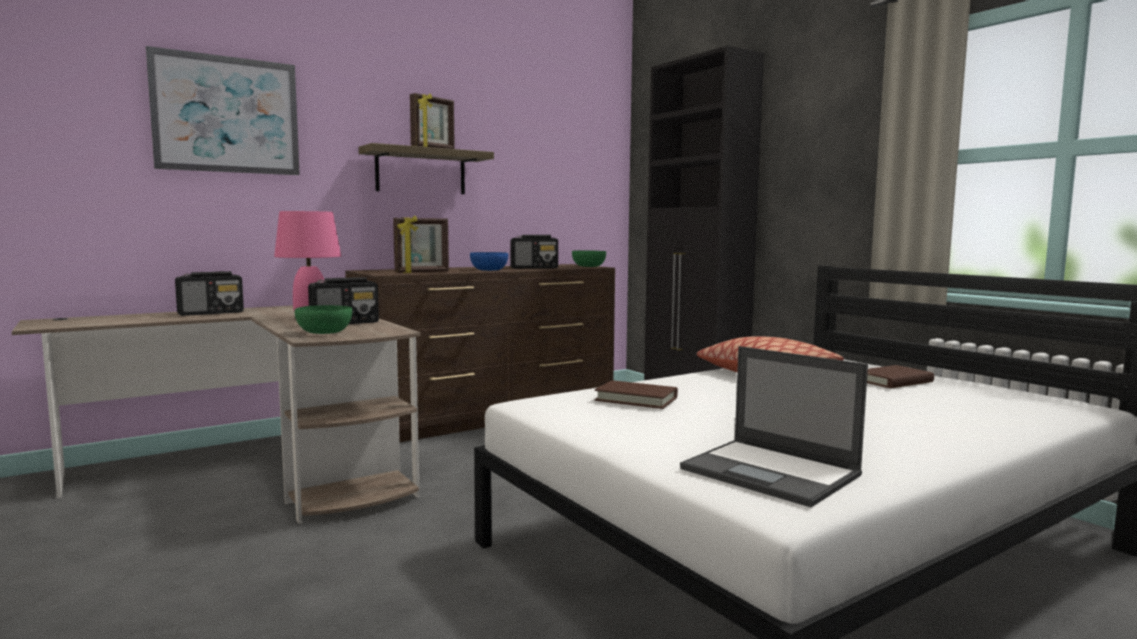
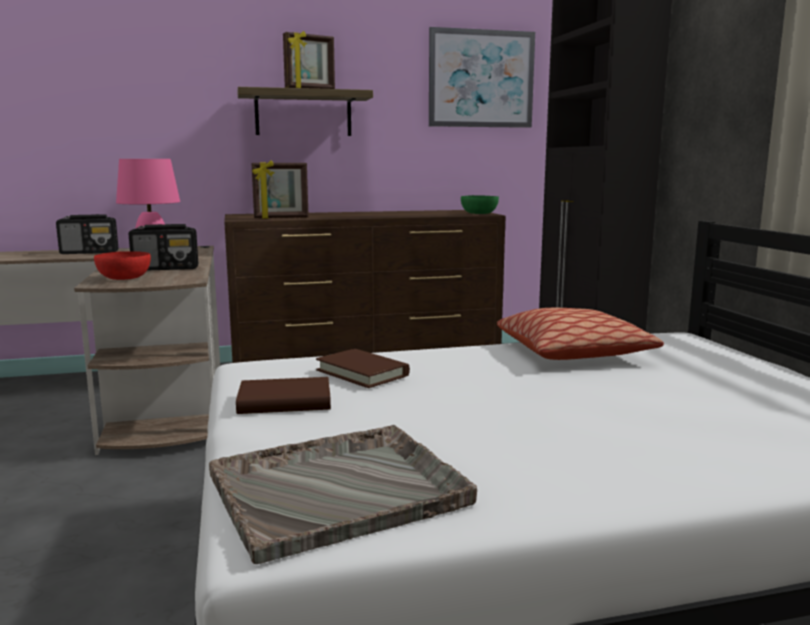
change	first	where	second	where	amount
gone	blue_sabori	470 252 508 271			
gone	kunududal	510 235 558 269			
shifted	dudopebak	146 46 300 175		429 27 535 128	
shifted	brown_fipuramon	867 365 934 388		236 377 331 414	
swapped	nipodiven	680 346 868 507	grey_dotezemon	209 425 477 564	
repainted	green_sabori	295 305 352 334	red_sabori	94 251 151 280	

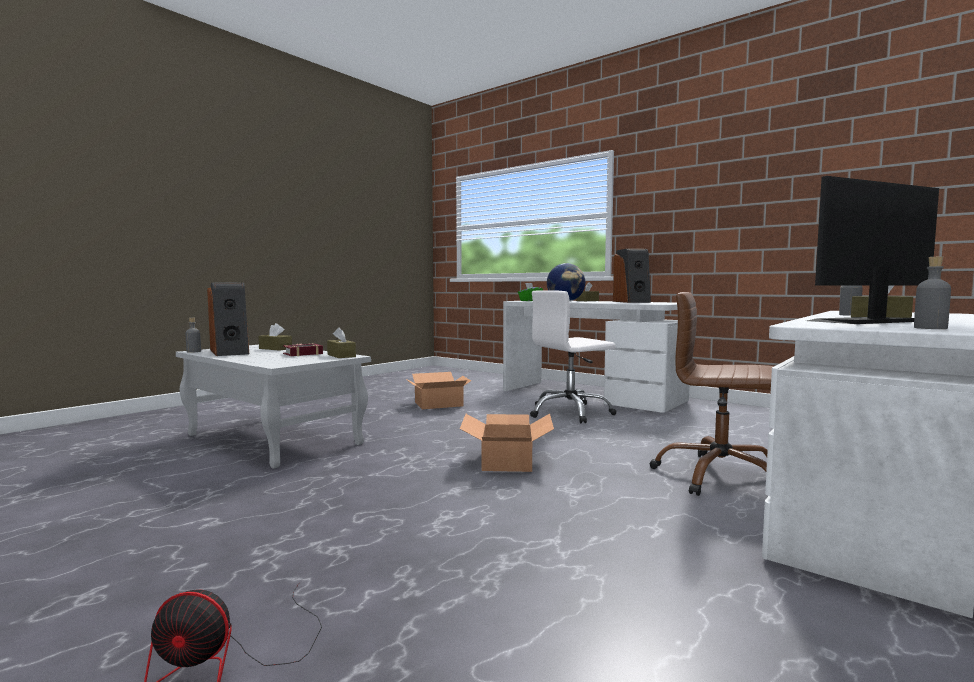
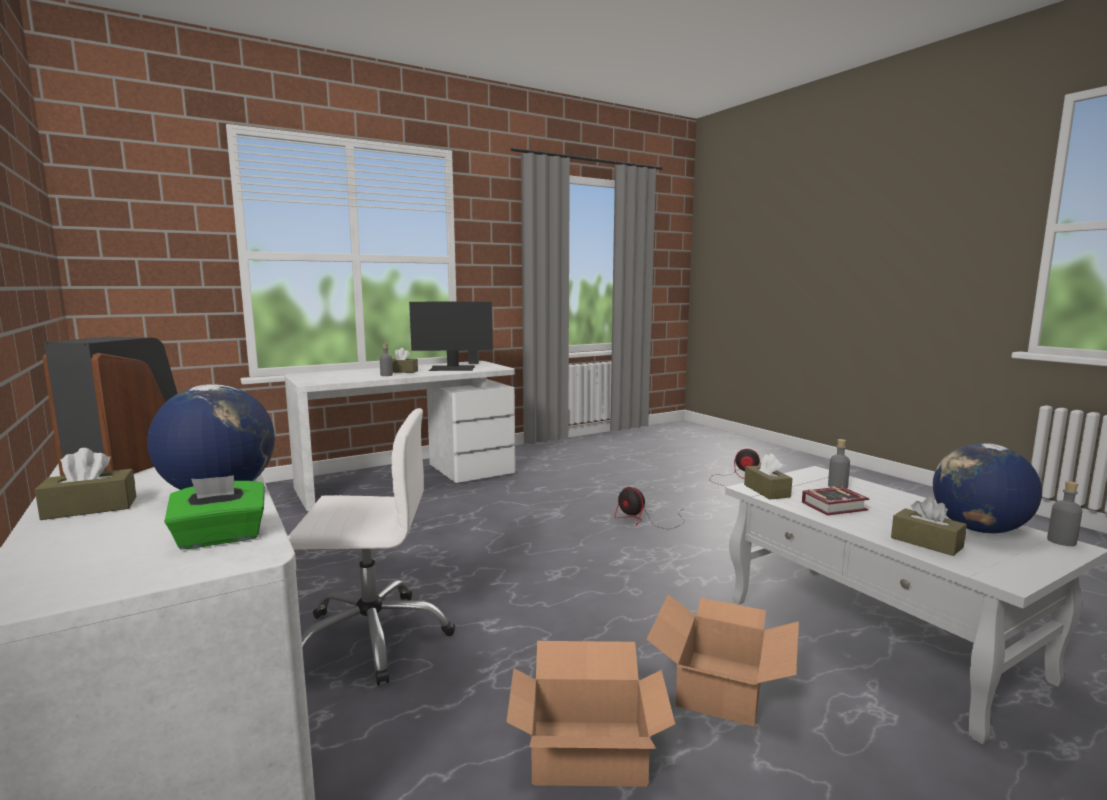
change	first	where	second	where	amount
gone	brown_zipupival	650 292 774 496			
new			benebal	614 487 685 529	
new			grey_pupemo	828 439 850 488	
shifted	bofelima	460 414 554 472		646 595 799 727	
swapped	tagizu	207 283 249 356	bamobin	933 443 1042 534	

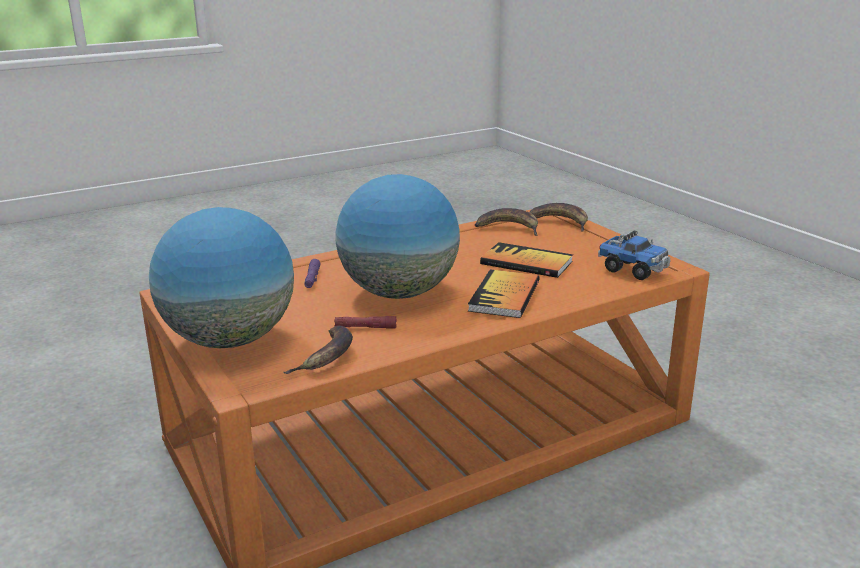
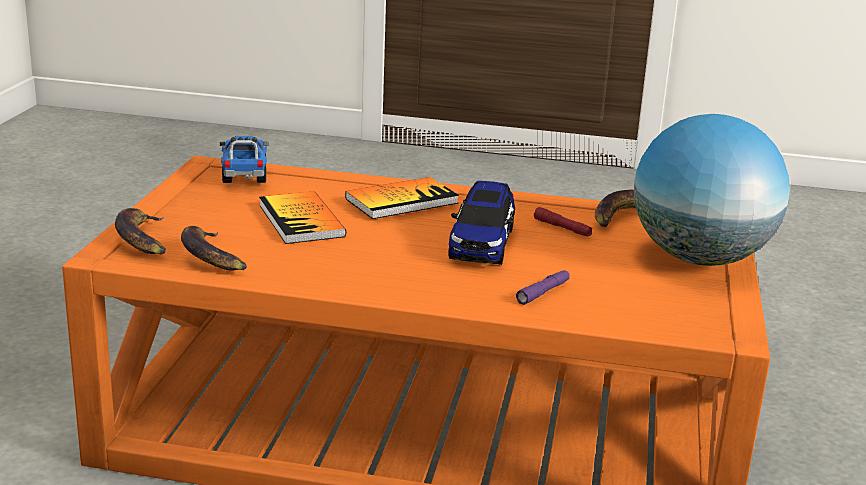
change	first	where	second	where	amount
swapped	bamobin	336 174 460 299	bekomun	448 181 515 265	

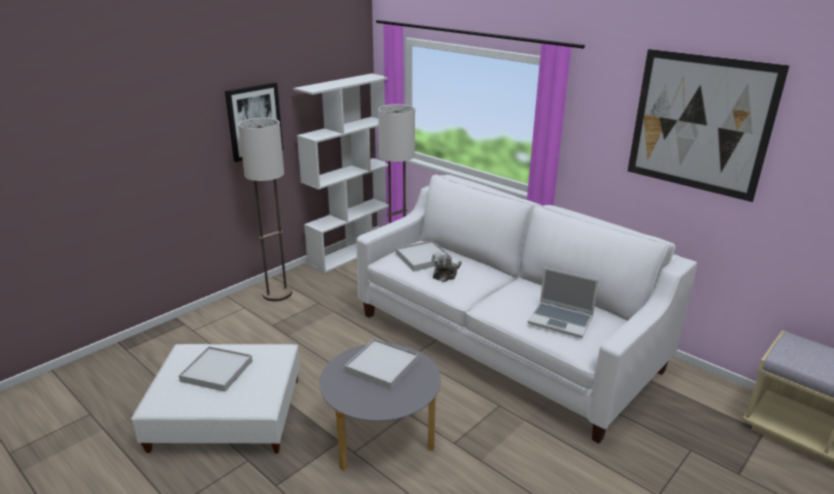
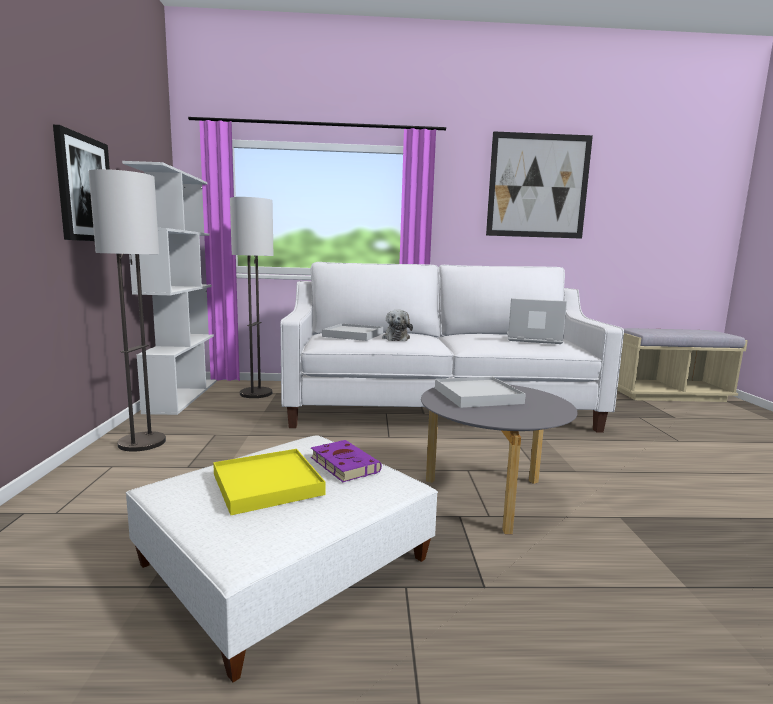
change	first	where	second	where	amount
new			purple_fipuramon	311 440 382 482	
repainted	white_dotezemon	179 346 252 392	yellow_dotezemon	213 449 325 515	
rotated	nipodiven	528 268 599 338		507 298 567 344	150 degrees counterclockwise

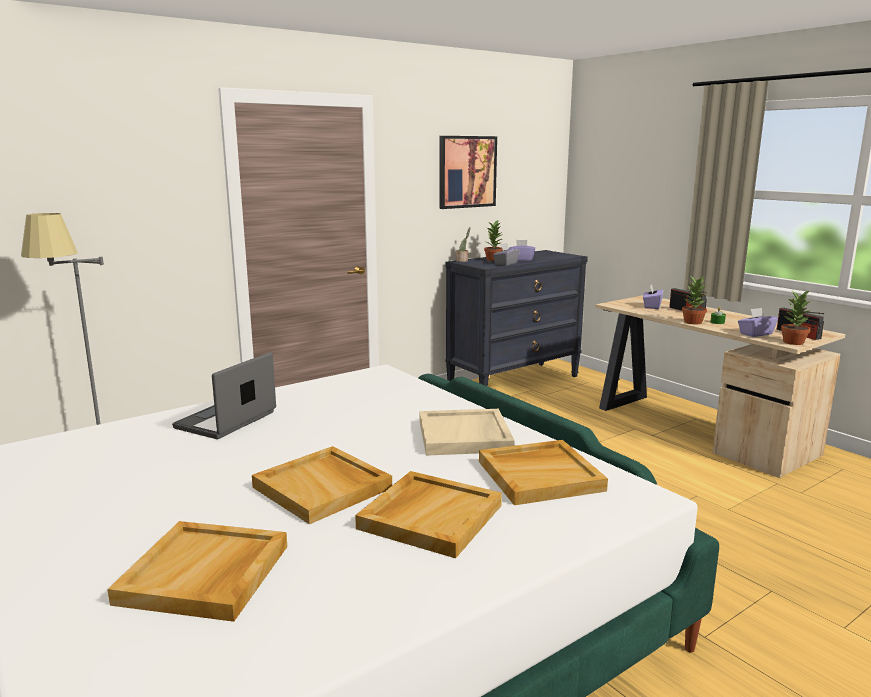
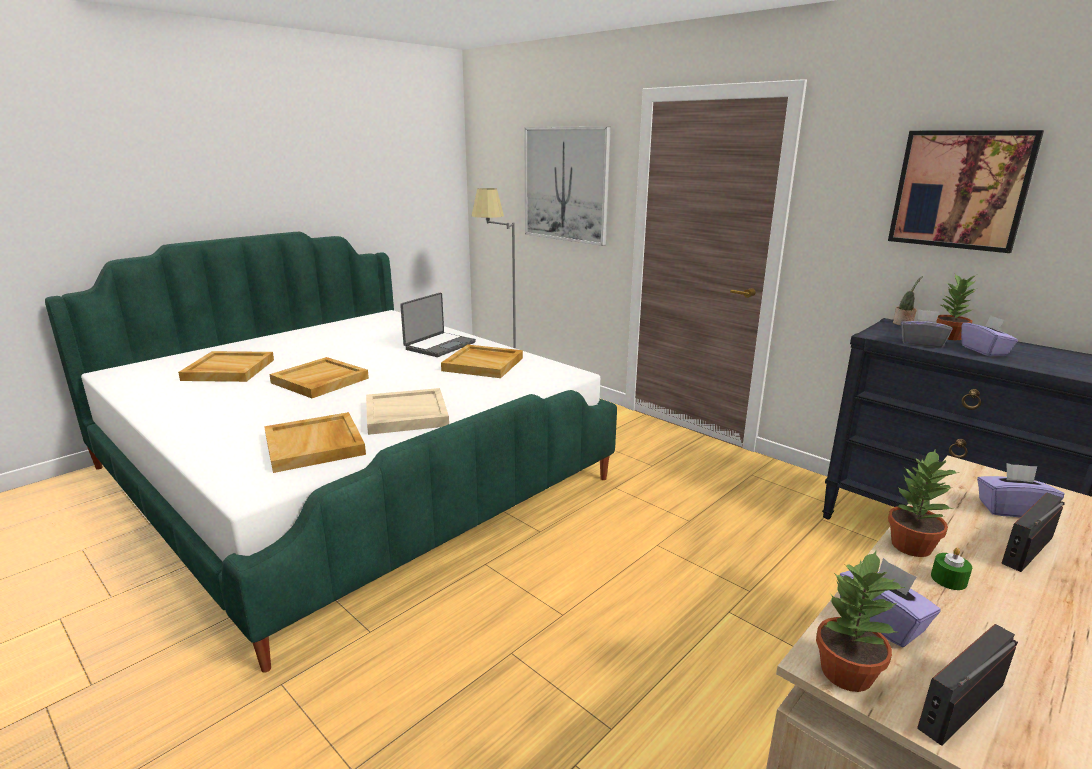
change	first	where	second	where	amount
new			dudopebak	524 127 611 246	
shifted	beige_dotezemon	355 471 502 558		441 344 523 378	
rotated	nipodiven	172 352 276 439		400 293 476 357	105 degrees clockwise

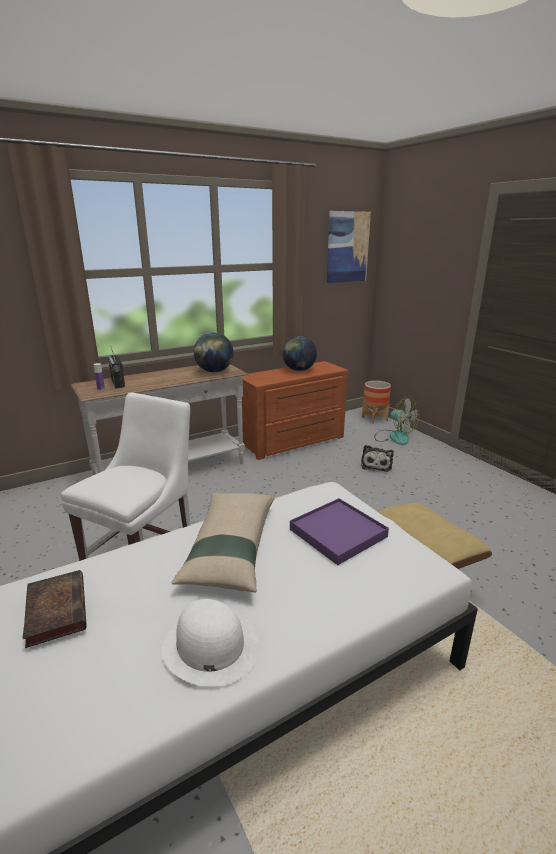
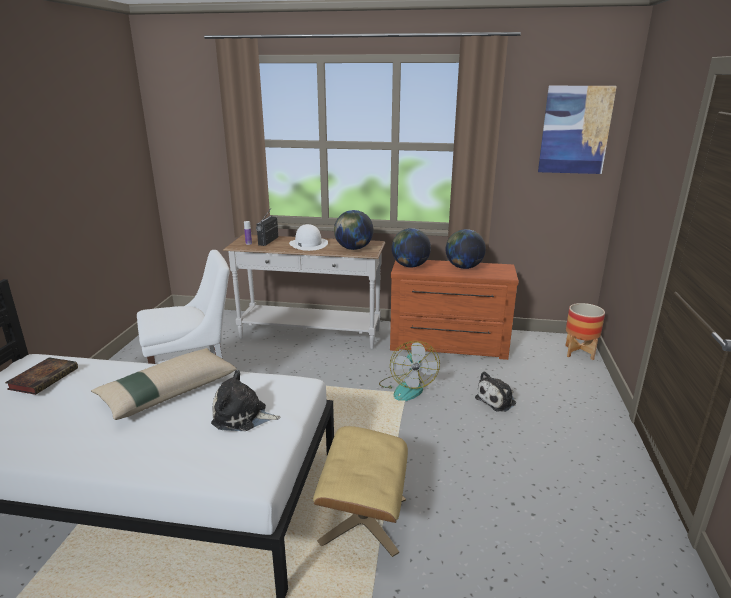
change	first	where	second	where	amount
new			bamobin	392 228 431 268	
shifted	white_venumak	162 599 259 687		289 224 328 251	
shifted	benebal	374 397 419 445		379 341 440 401	
swapped	purple_dotezemon	290 498 389 565	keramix	211 370 281 431	

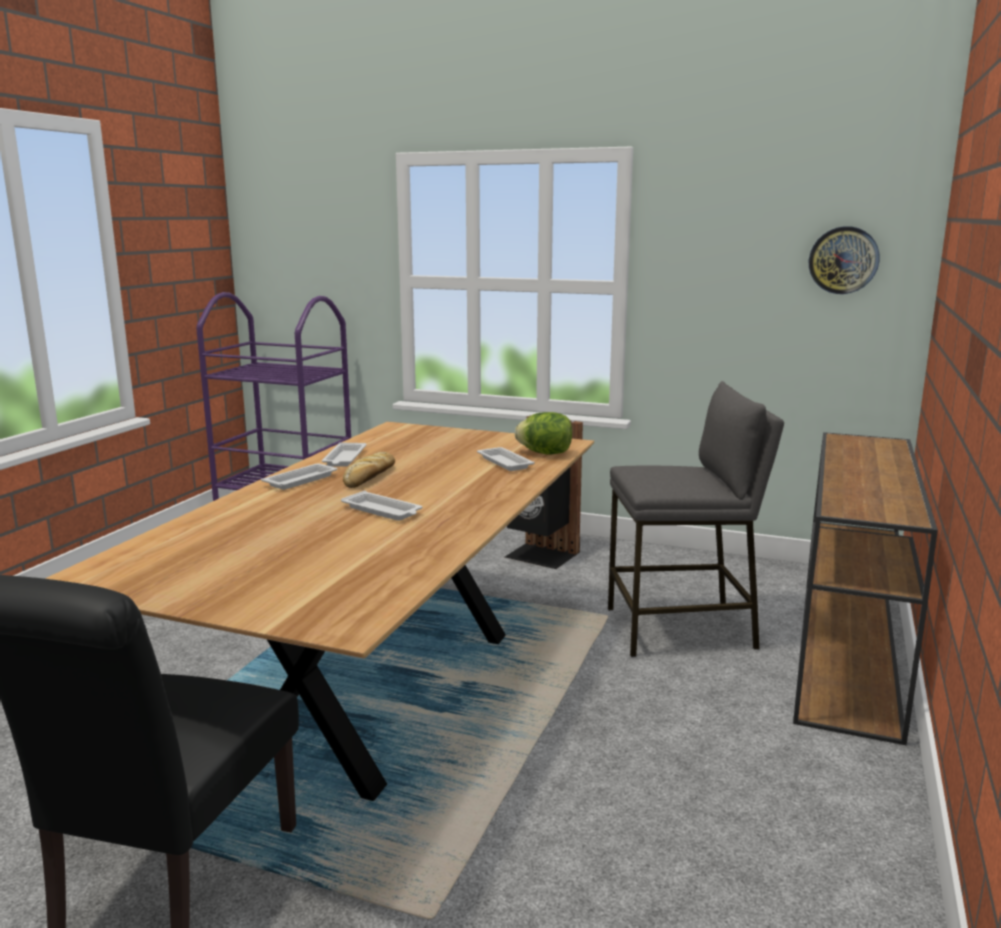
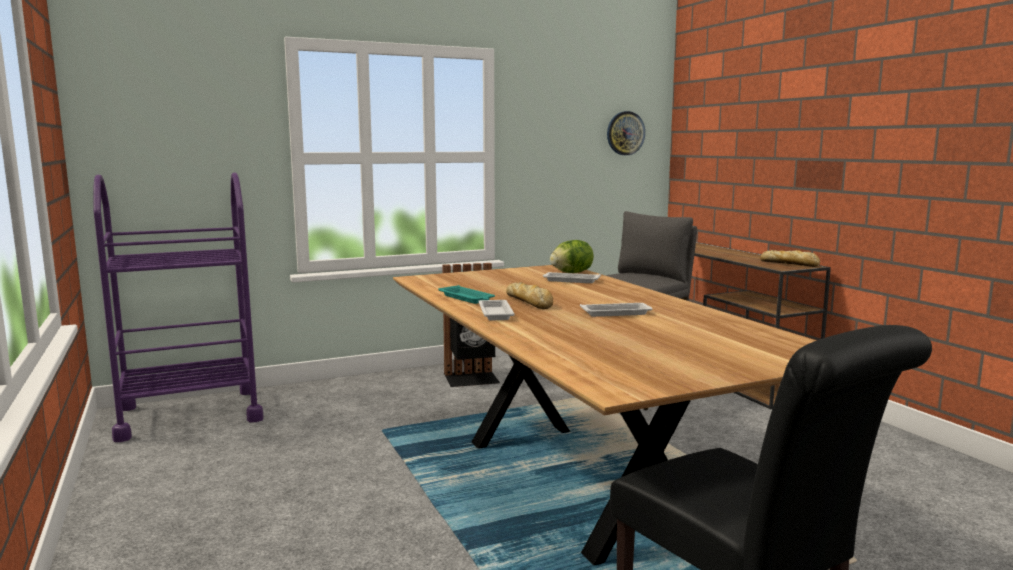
change	first	where	second	where	amount
new			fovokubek	760 250 820 267	
repainted	white_dotezemon	322 442 366 467	turquoise_dotezemon	439 285 495 304	

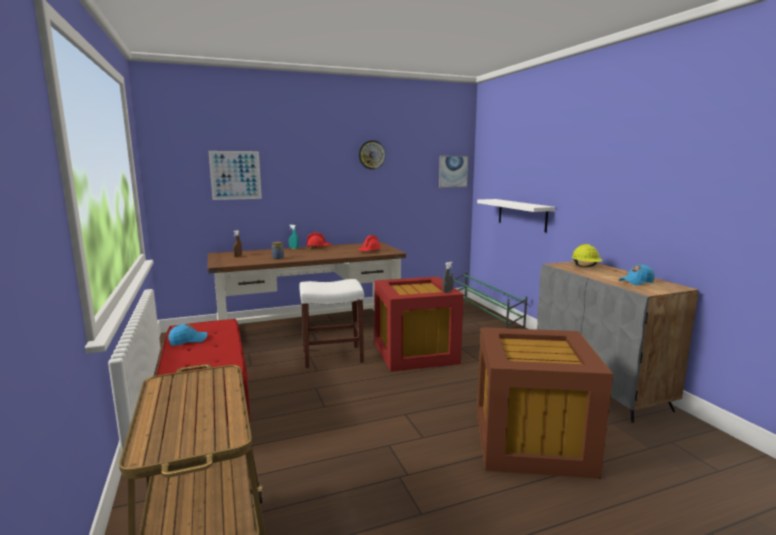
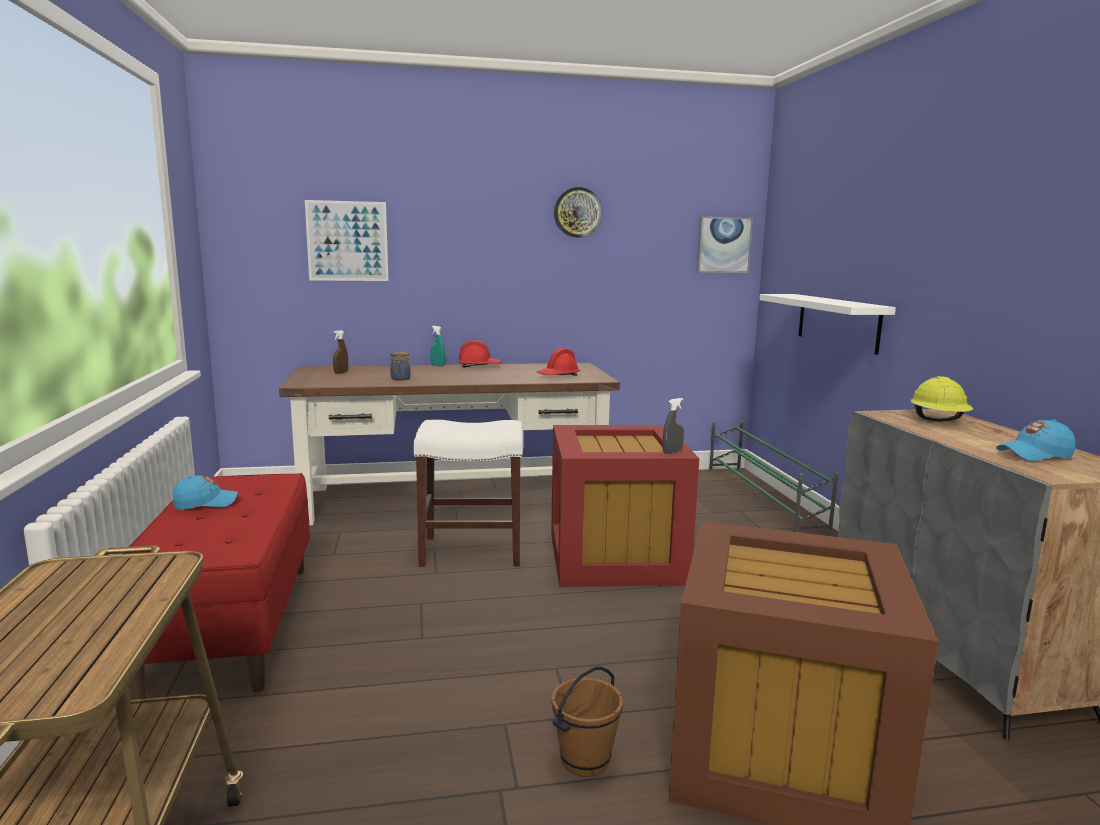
change	first	where	second	where	amount
new			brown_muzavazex	551 666 623 777	

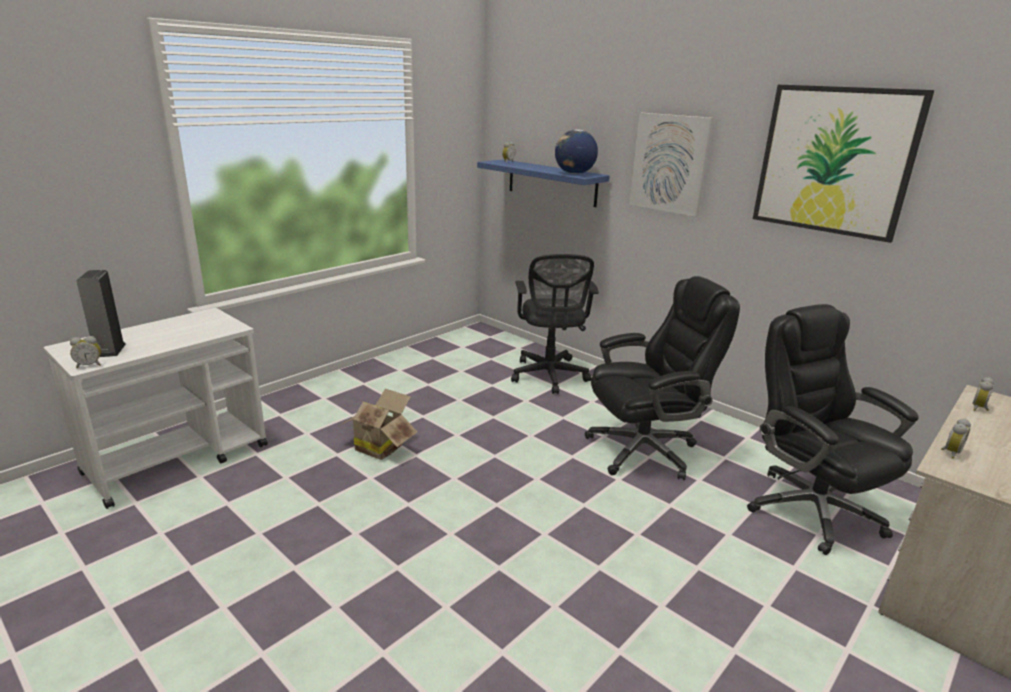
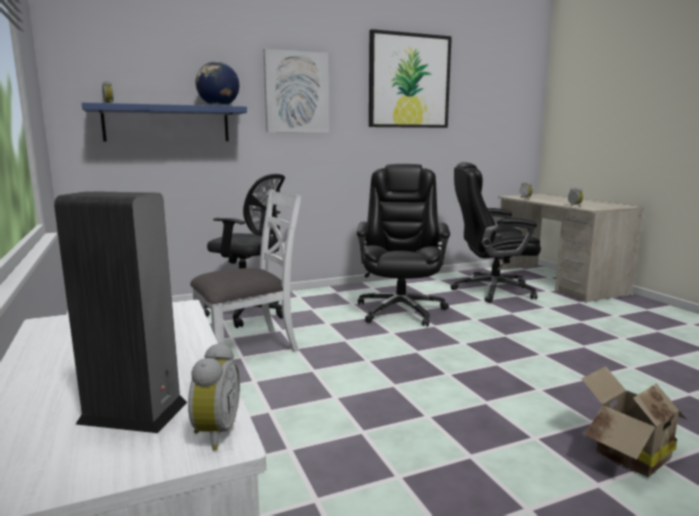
change	first	where	second	where	amount
new			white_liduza	190 189 302 352	
shifted	bofelima	339 389 417 460		581 366 687 477	

